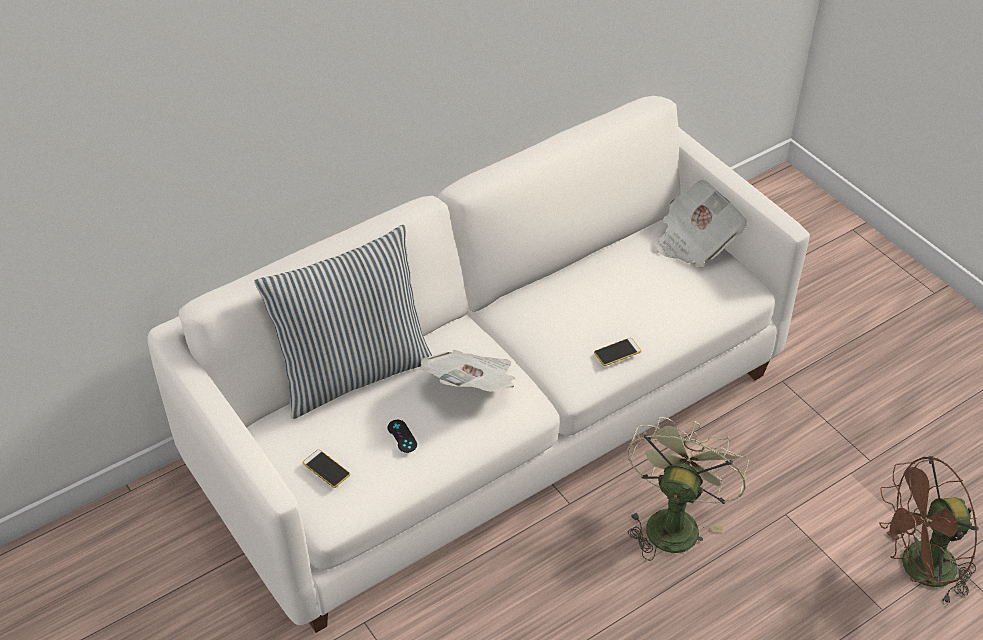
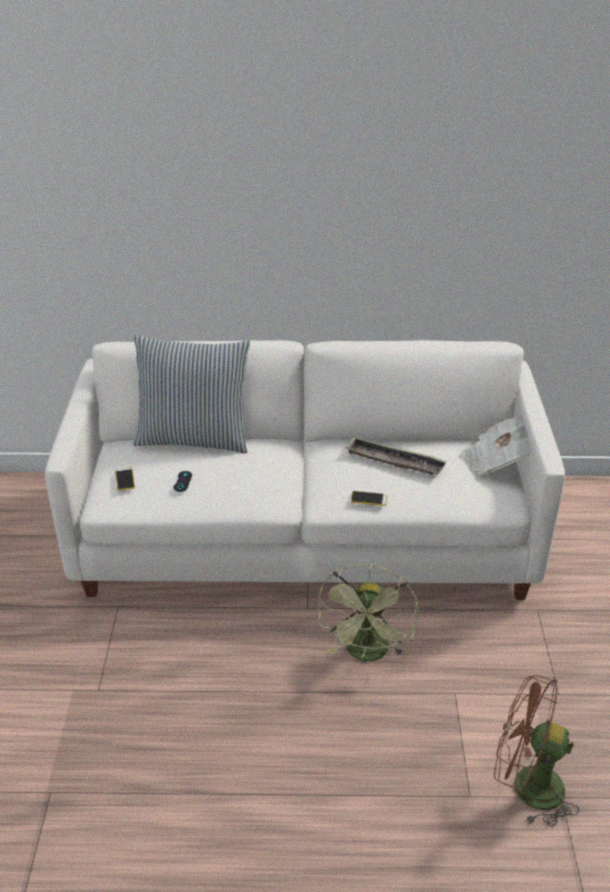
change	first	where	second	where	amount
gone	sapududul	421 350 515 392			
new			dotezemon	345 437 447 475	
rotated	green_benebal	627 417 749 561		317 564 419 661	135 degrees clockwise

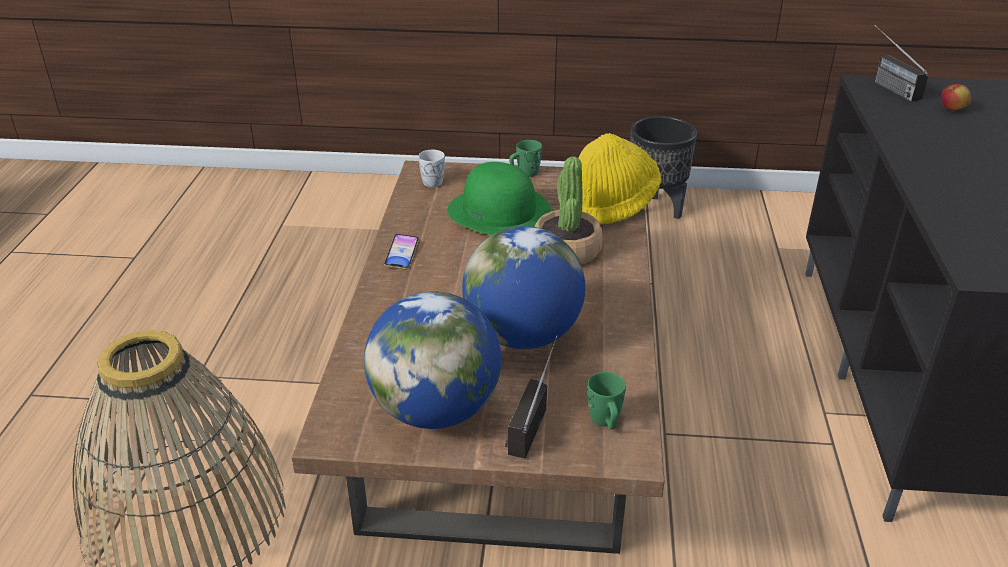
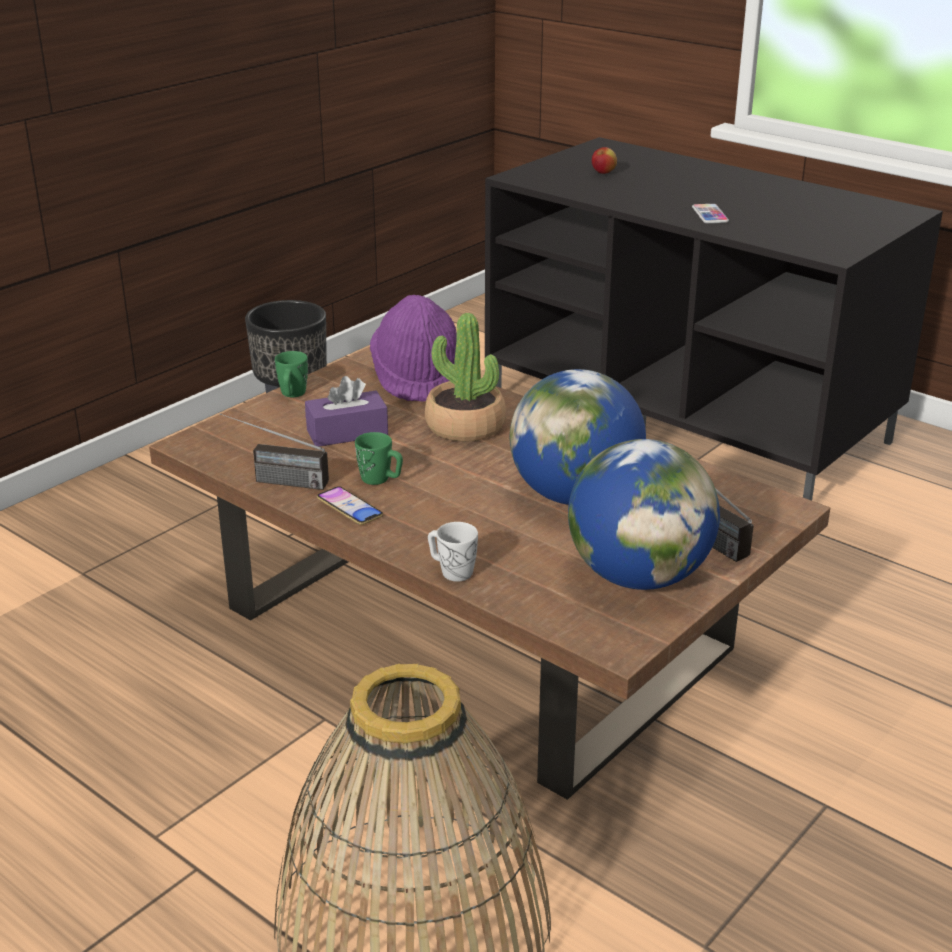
change	first	where	second	where	amount
new			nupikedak	692 204 729 223	
shifted	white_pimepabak	418 150 445 187		428 522 478 582	
shifted	green_pimepabak	588 372 626 430		355 432 403 485	
shifted	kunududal	875 25 928 102		220 413 329 490	
swapped	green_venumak	447 162 552 235	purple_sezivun	305 376 388 447	
repainted	yellow_venumak	578 133 661 225	purple_venumak	370 295 457 402	

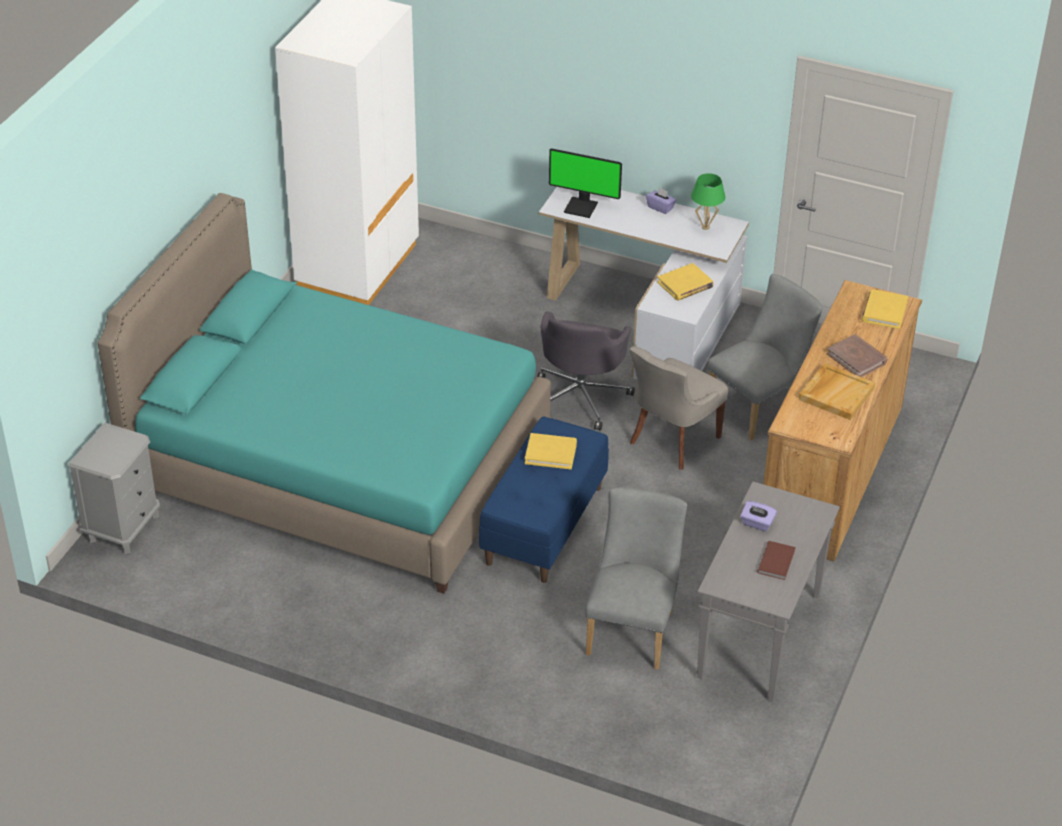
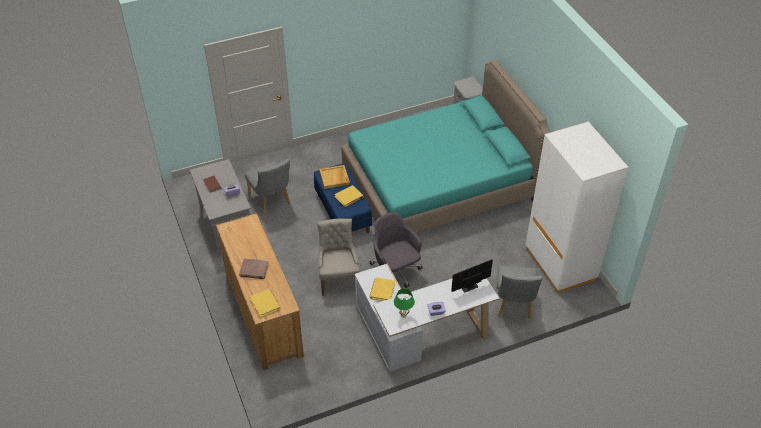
change	first	where	second	where	amount
shifted	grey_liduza	708 274 823 440		497 266 543 319	
shifted	beige_dotezemon	799 363 875 420		319 165 350 189	

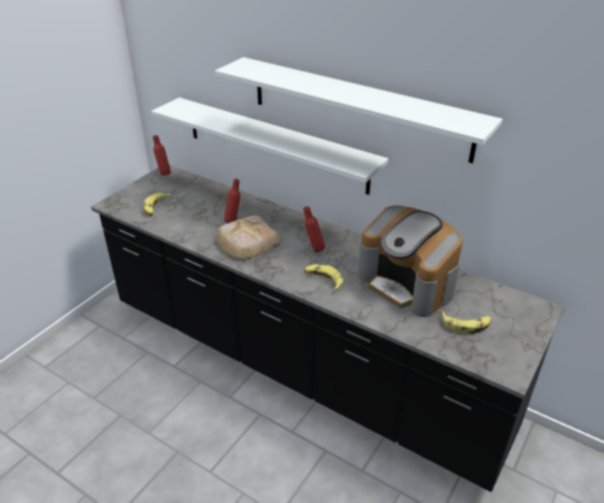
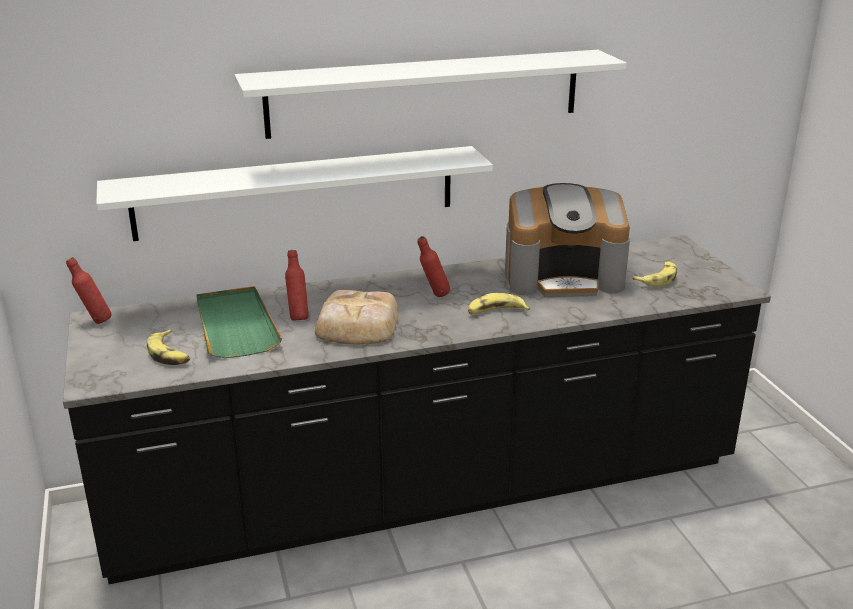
change	first	where	second	where	amount
new			green_dotezemon	196 286 282 358	

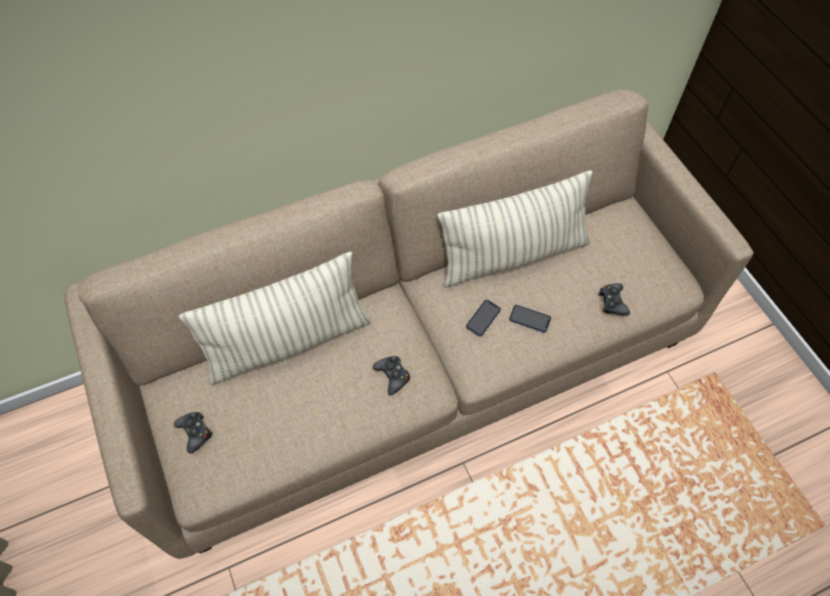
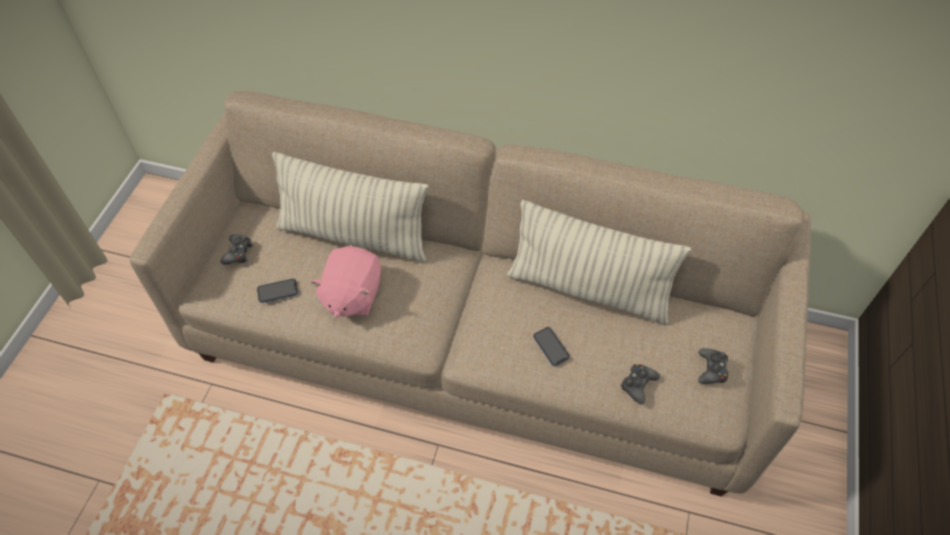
change	first	where	second	where	amount
new			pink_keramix	311 246 381 318	
shifted	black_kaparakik	373 356 410 395		698 348 728 384	
shifted	nupikedak	466 300 501 336		257 279 298 303	

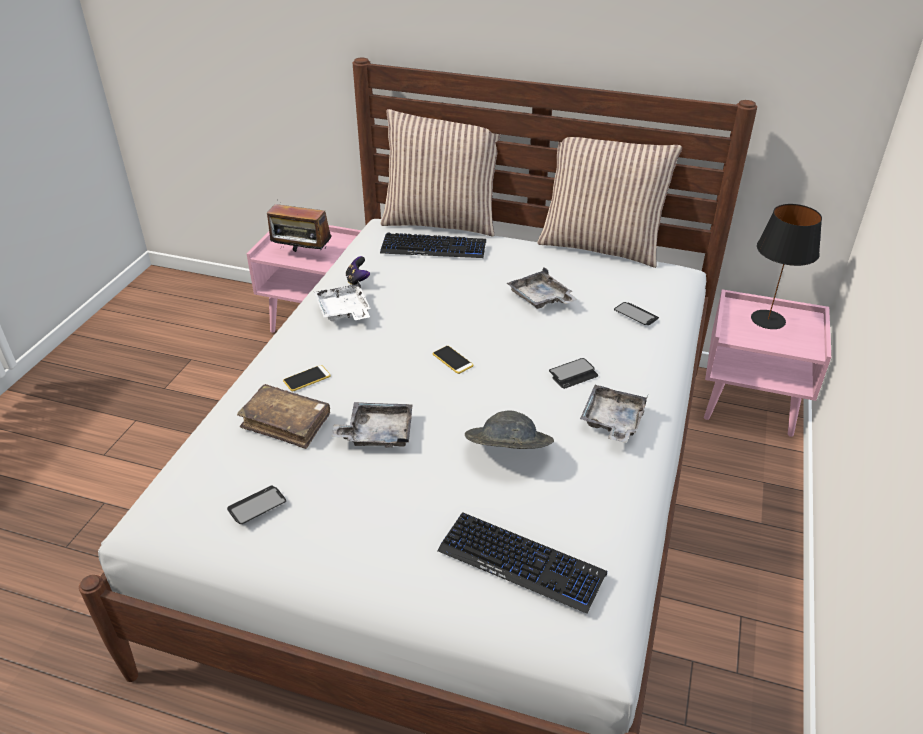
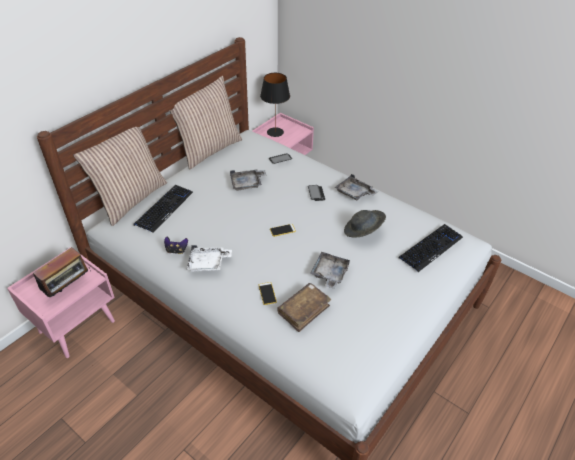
change	first	where	second	where	amount
gone	nupikedak	227 485 286 524			

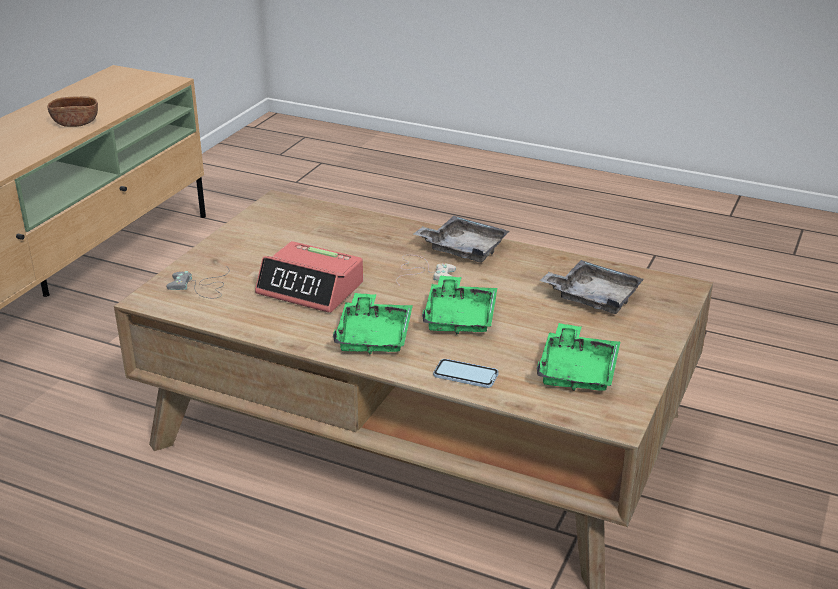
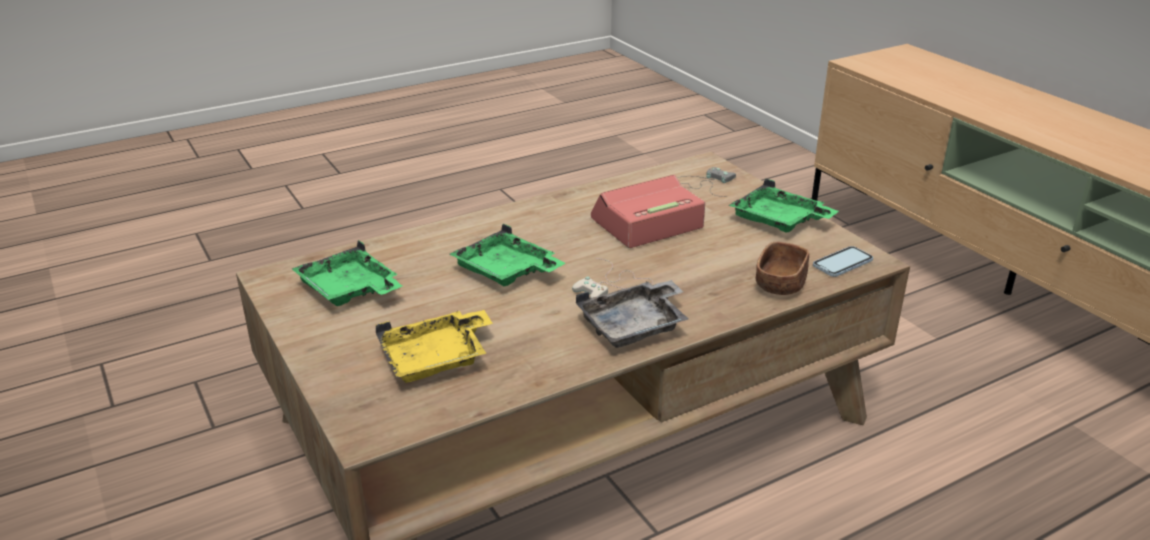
change	first	where	second	where	amount
shifted	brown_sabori	47 96 98 127		756 242 809 295	
shifted	green_dotezemon	333 293 413 355		729 178 839 233	
shifted	nupikedak	433 359 499 388		813 246 873 277	
repainted	grey_dotezemon	539 260 644 314	yellow_dotezemon	376 310 493 383	

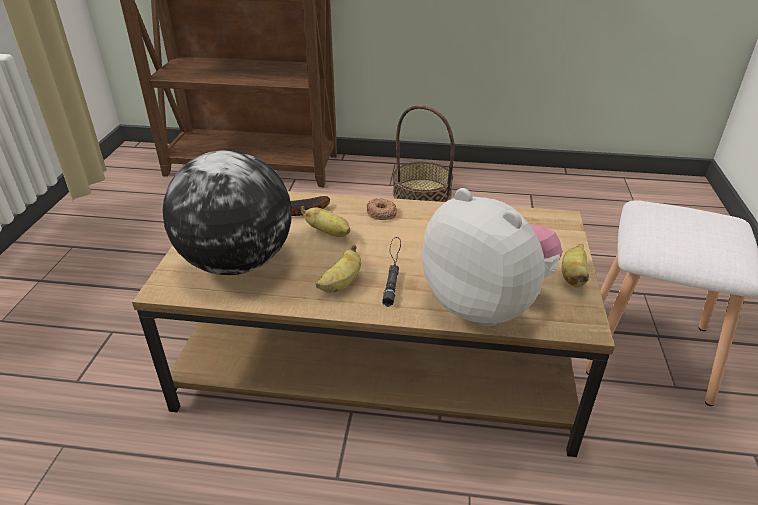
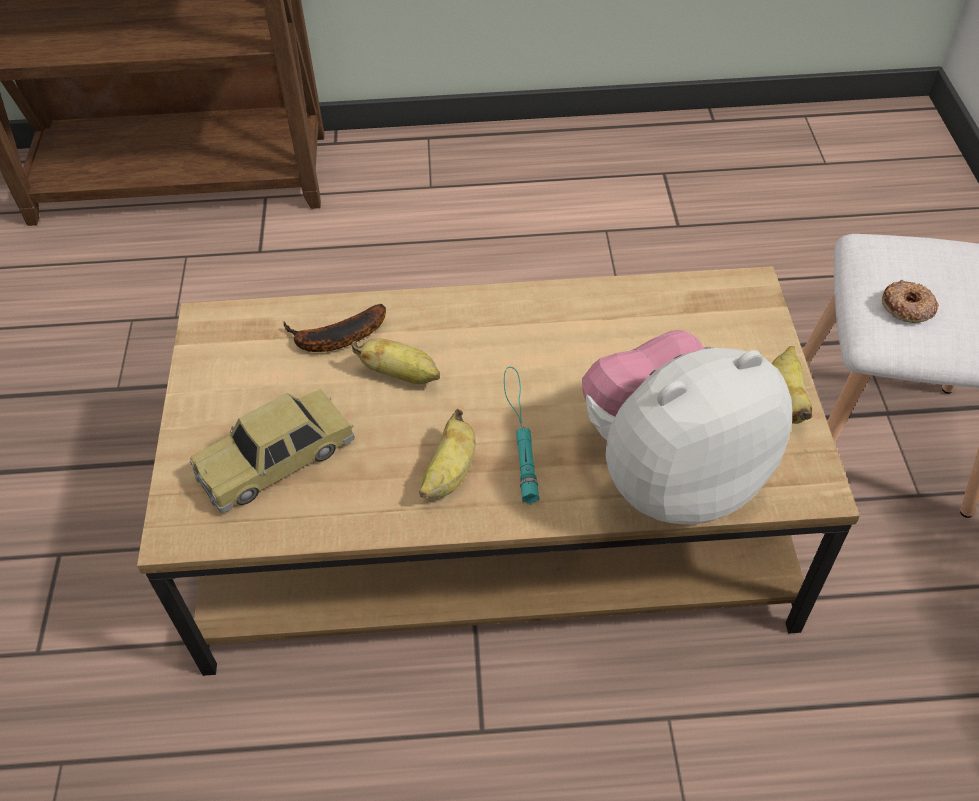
change	first	where	second	where	amount
gone	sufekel	393 105 455 202			
shifted	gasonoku	366 198 397 220		882 280 939 323	
swapped	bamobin	163 150 291 275	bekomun	190 389 355 513	
repainted	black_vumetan	382 237 401 307	turquoise_vumetan	504 367 539 504	
rotated	keramix	422 188 563 327		582 330 792 524	60 degrees counterclockwise

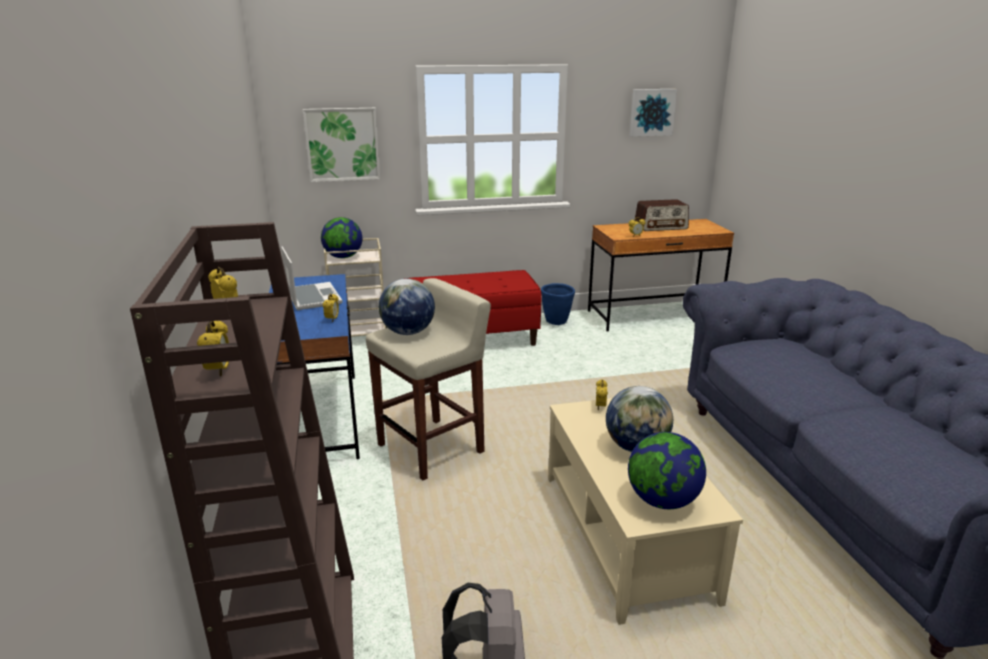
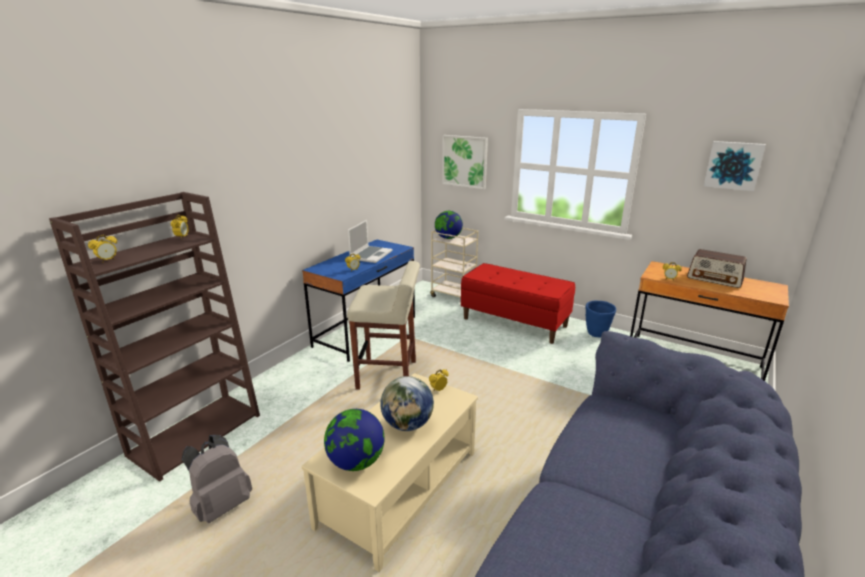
change	first	where	second	where	amount
gone	bamobin	379 279 435 335			

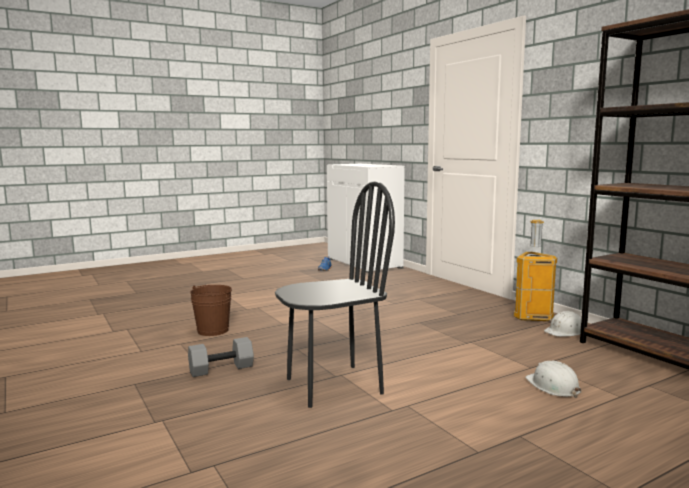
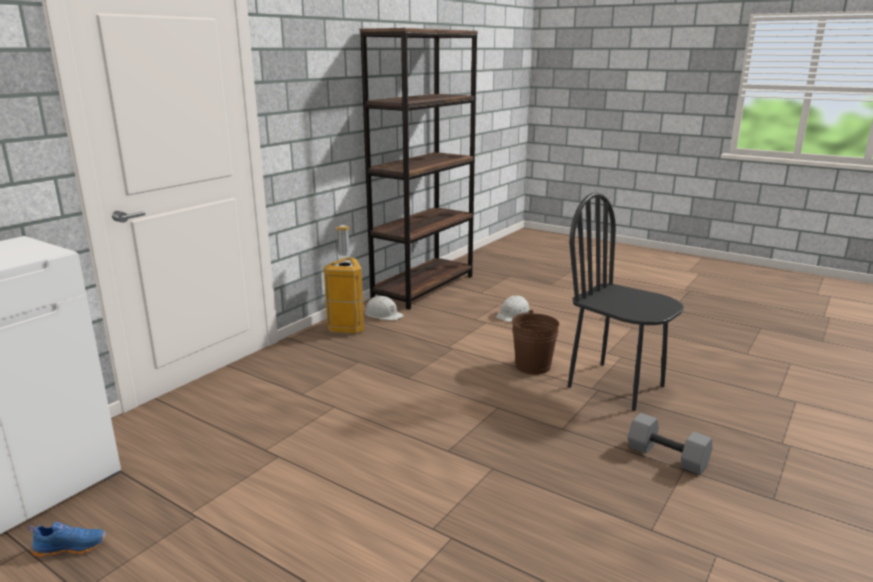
change	first	where	second	where	amount
shifted	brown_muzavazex	190 285 232 336		512 310 559 374	

